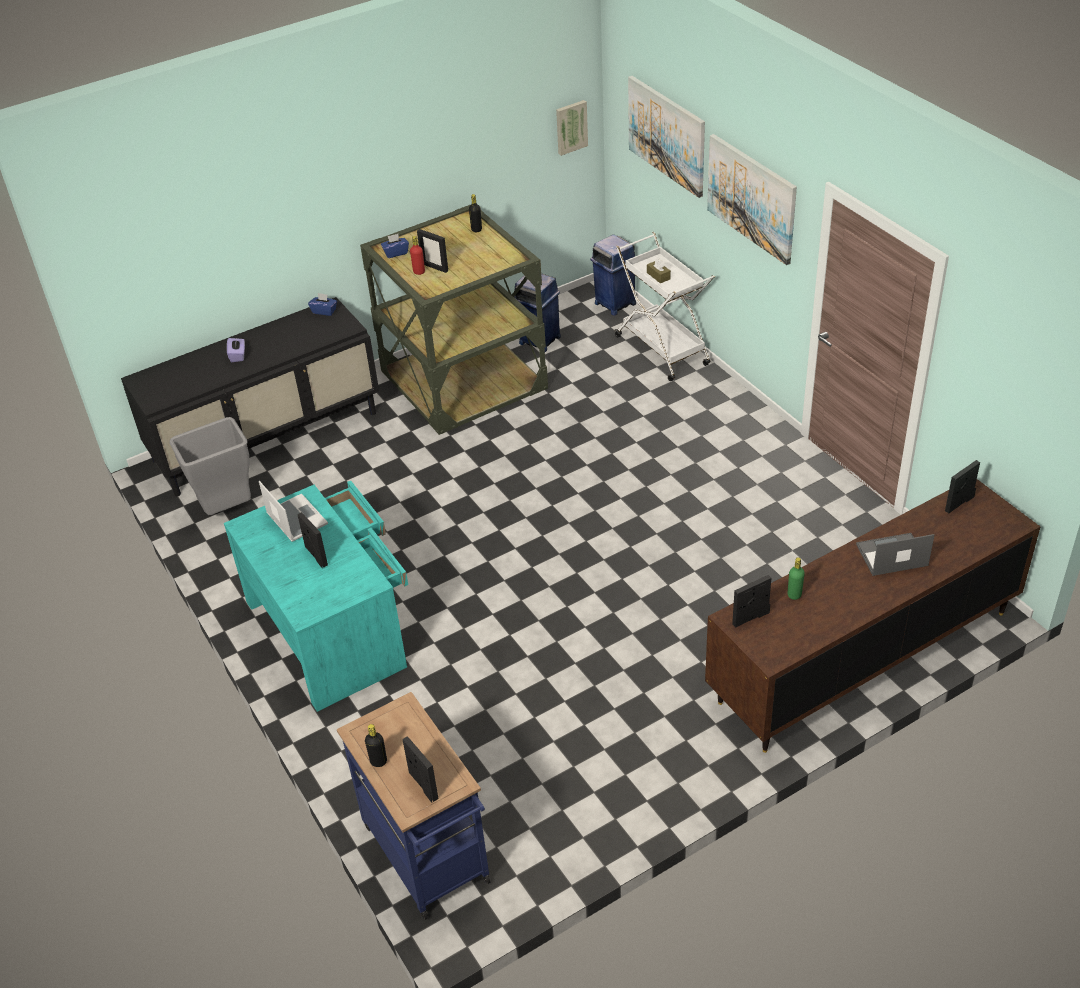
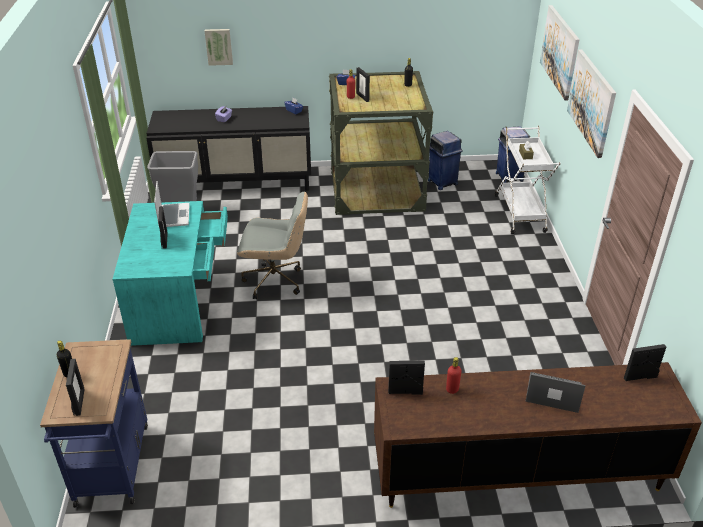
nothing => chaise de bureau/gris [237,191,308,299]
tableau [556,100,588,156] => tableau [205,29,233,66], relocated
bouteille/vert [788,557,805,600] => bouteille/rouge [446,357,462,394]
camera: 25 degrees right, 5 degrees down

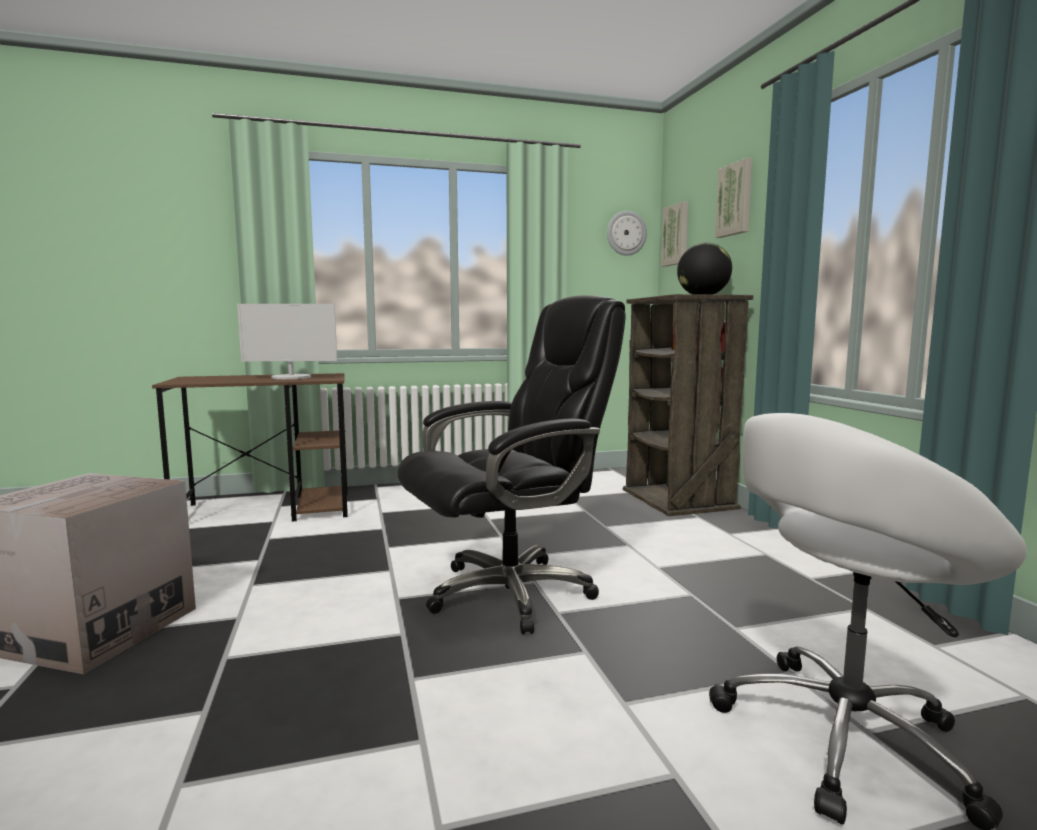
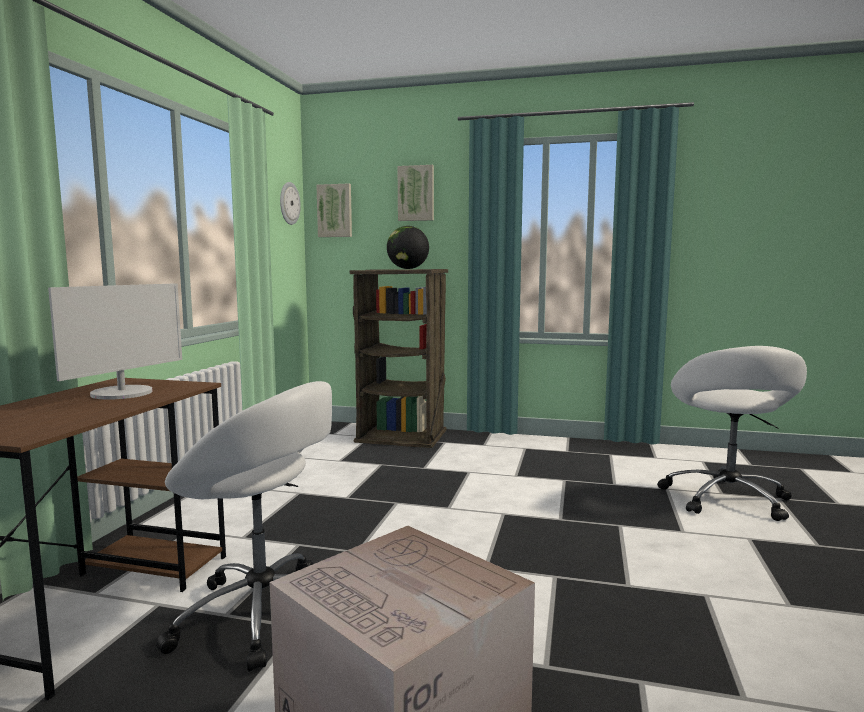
chaise de bureau/noir [397,295,626,634] => nothing
nothing => chaise de bureau/blanc [156,381,332,672]
camera: 60 degrees left, 0 degrees up

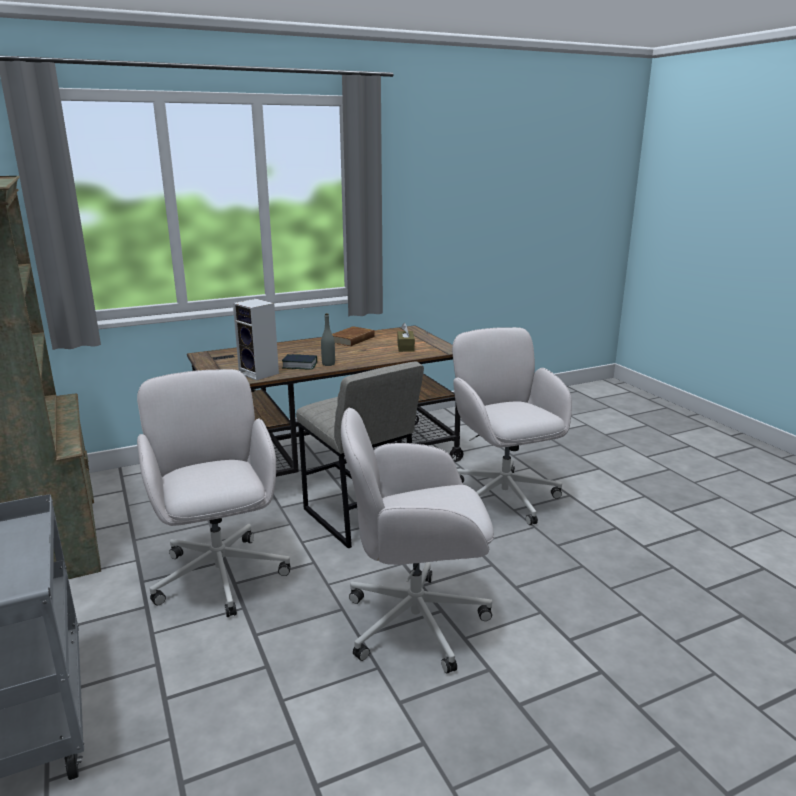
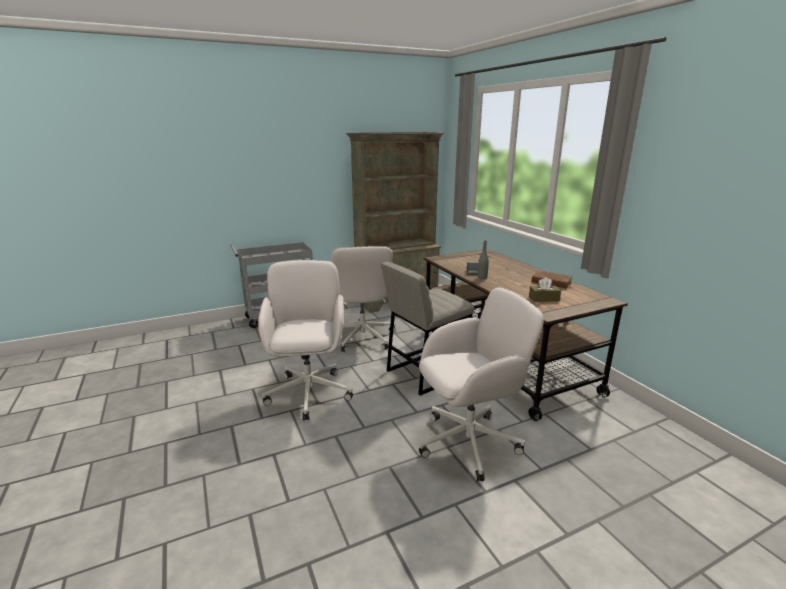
enceinte [233,299,279,380] => nothing
chaise de bureau/blanc [137,369,291,617] => chaise de bureau/blanc [331,246,396,352], 105 degrees clockwise
camera: 90 degrees right, 0 degrees up

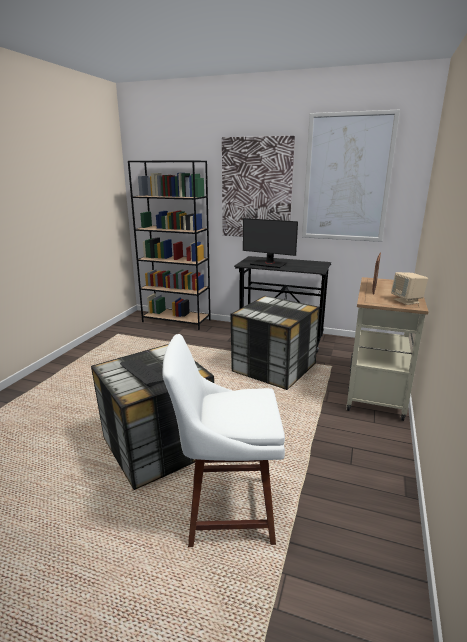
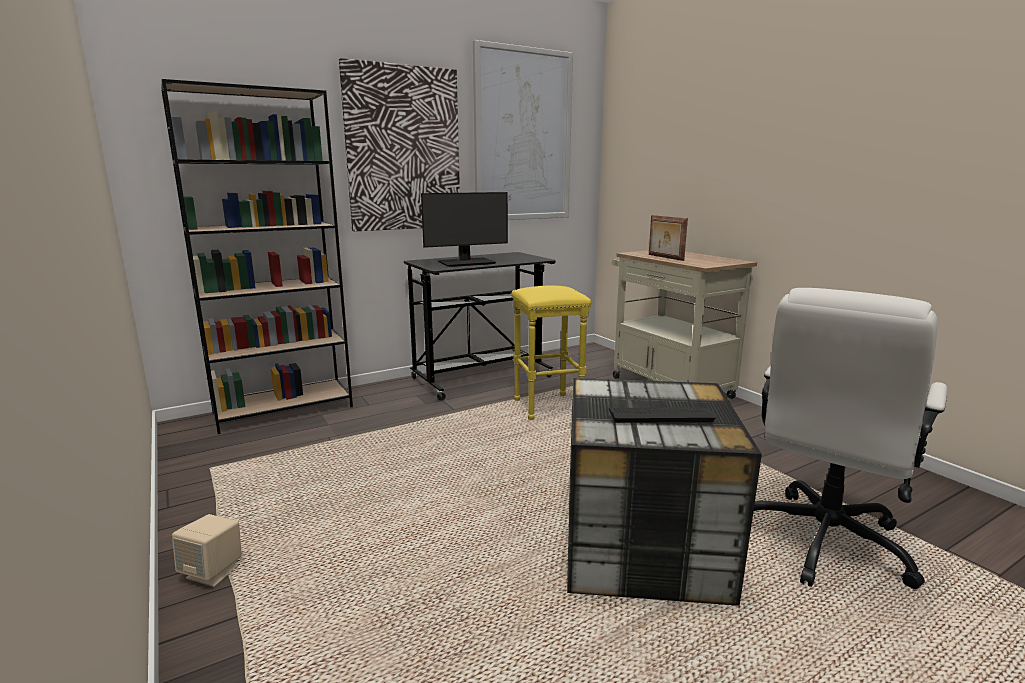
enceinte/beige [391,272,428,305] => enceinte/beige [172,514,242,587], relocated
tabouret/blanc [162,334,285,547] => chaise de bureau/blanc [754,288,947,589]
boîte de rangement [231,296,320,390] => tabouret/jaune [511,286,591,420]
camera: 50 degrees left, 5 degrees down

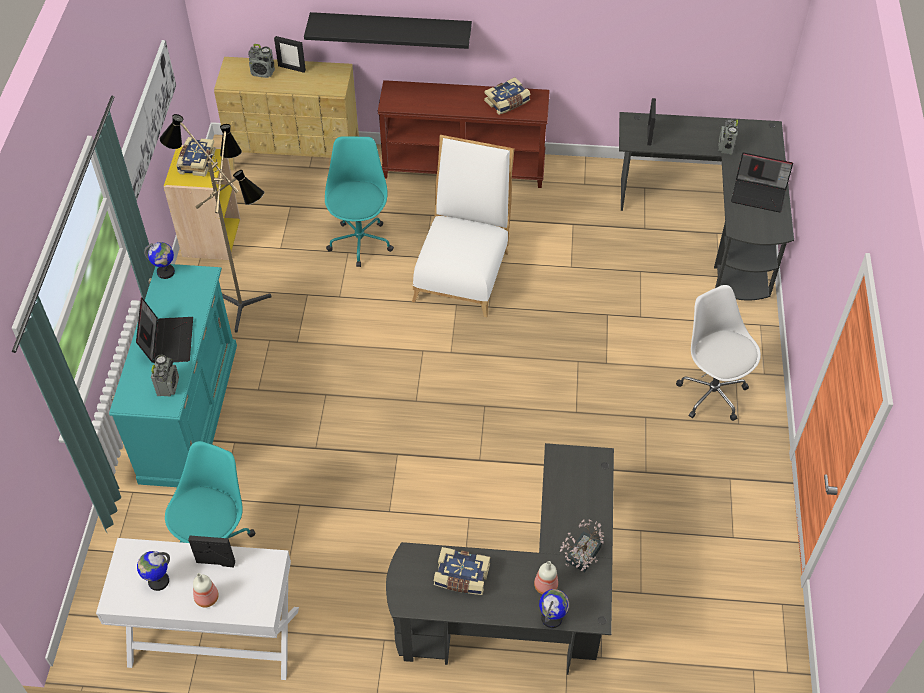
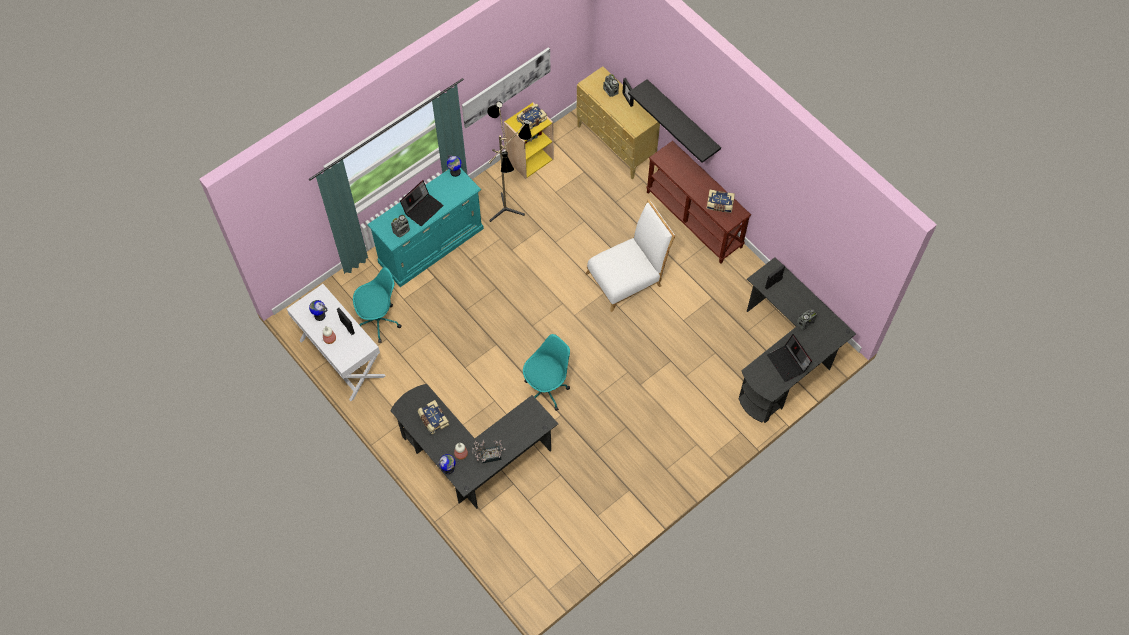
chaise de bureau/blanc [676,285,761,421] => nothing
chaise de bureau/turquoise [325,136,394,267] => chaise de bureau/turquoise [523,334,570,411], relocated
camera: 45 degrees right, 10 degrees up

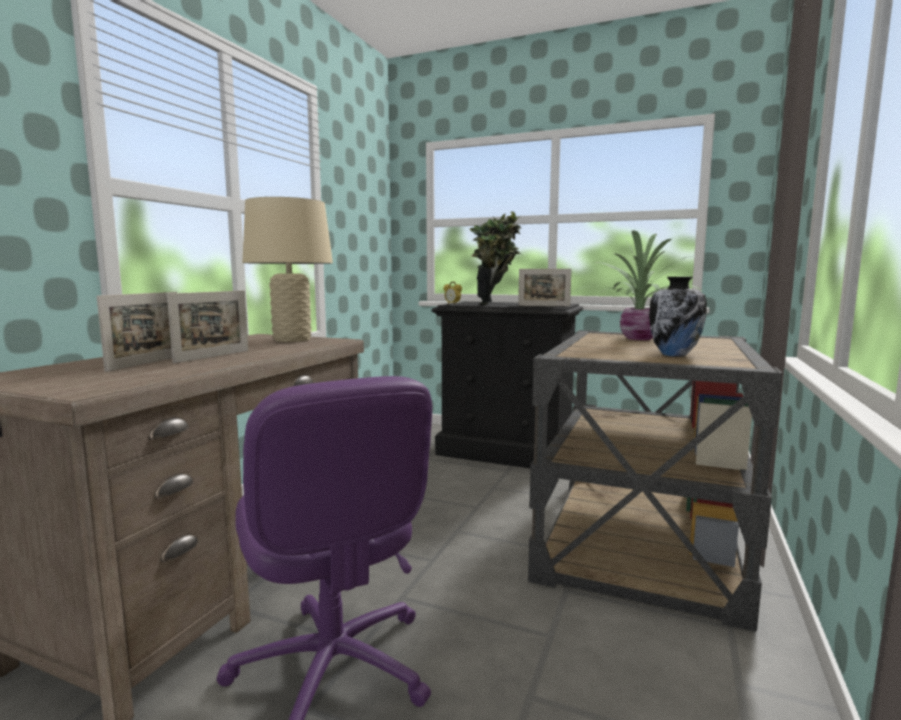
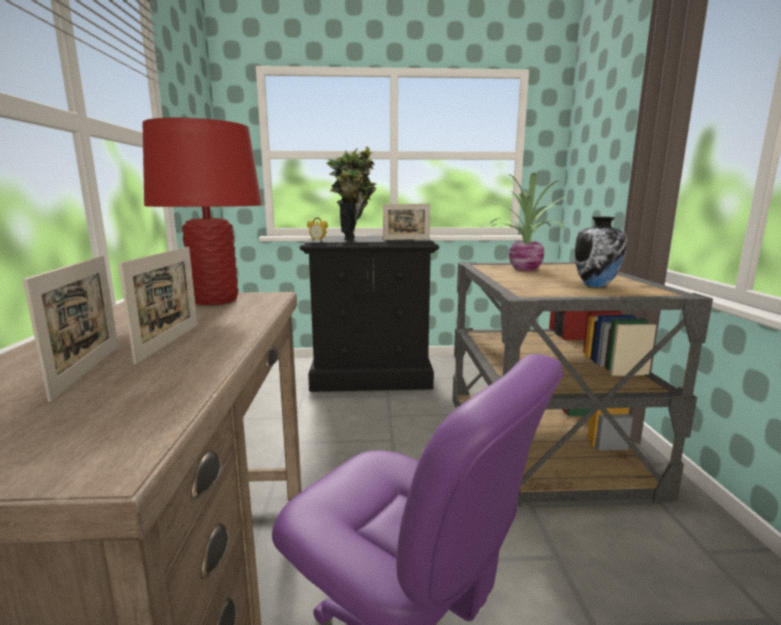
lampe de table/beige [242,197,333,342] => lampe de table/rouge [142,118,262,305]
camera: 25 degrees left, 5 degrees up

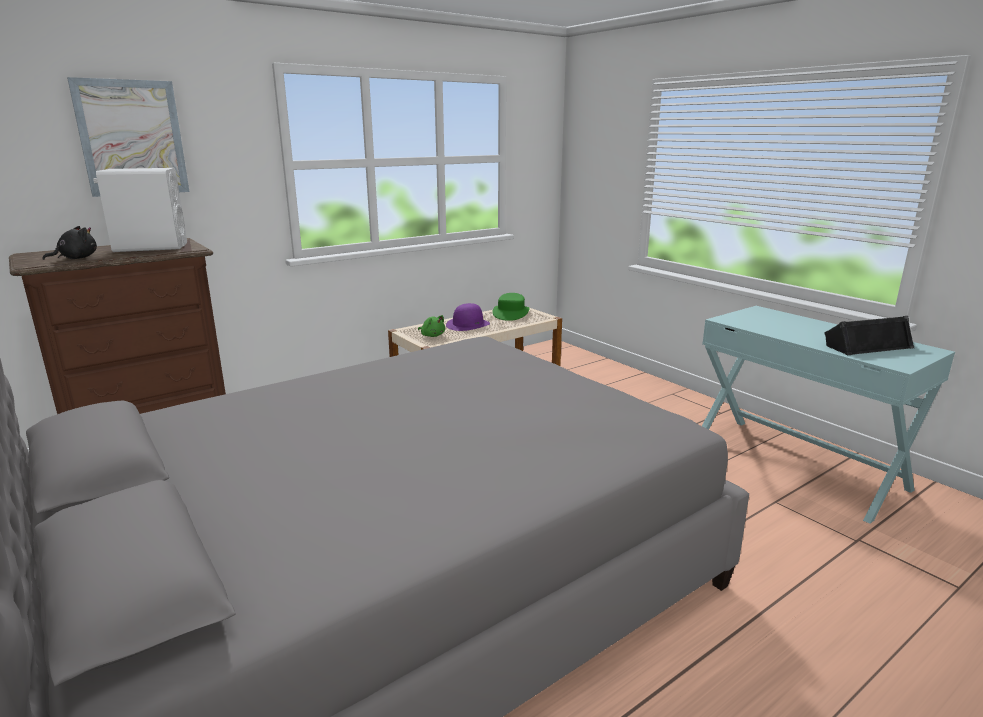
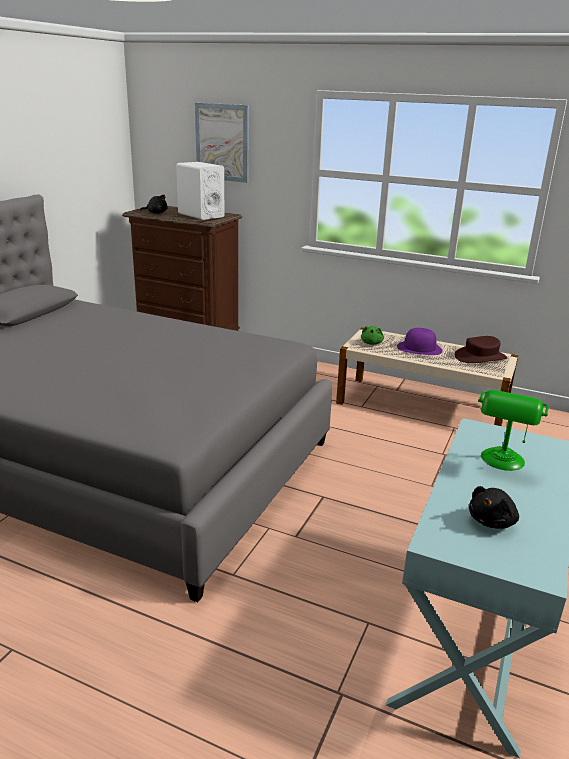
nothing => lampe de table/vert [478,390,549,471]
enceinte/noir [824,316,914,355] => peluche/noir [469,486,519,529]
chapeau/vert [492,293,530,321] => chapeau/marron [455,336,507,363]
camera: 60 degrees right, 5 degrees up

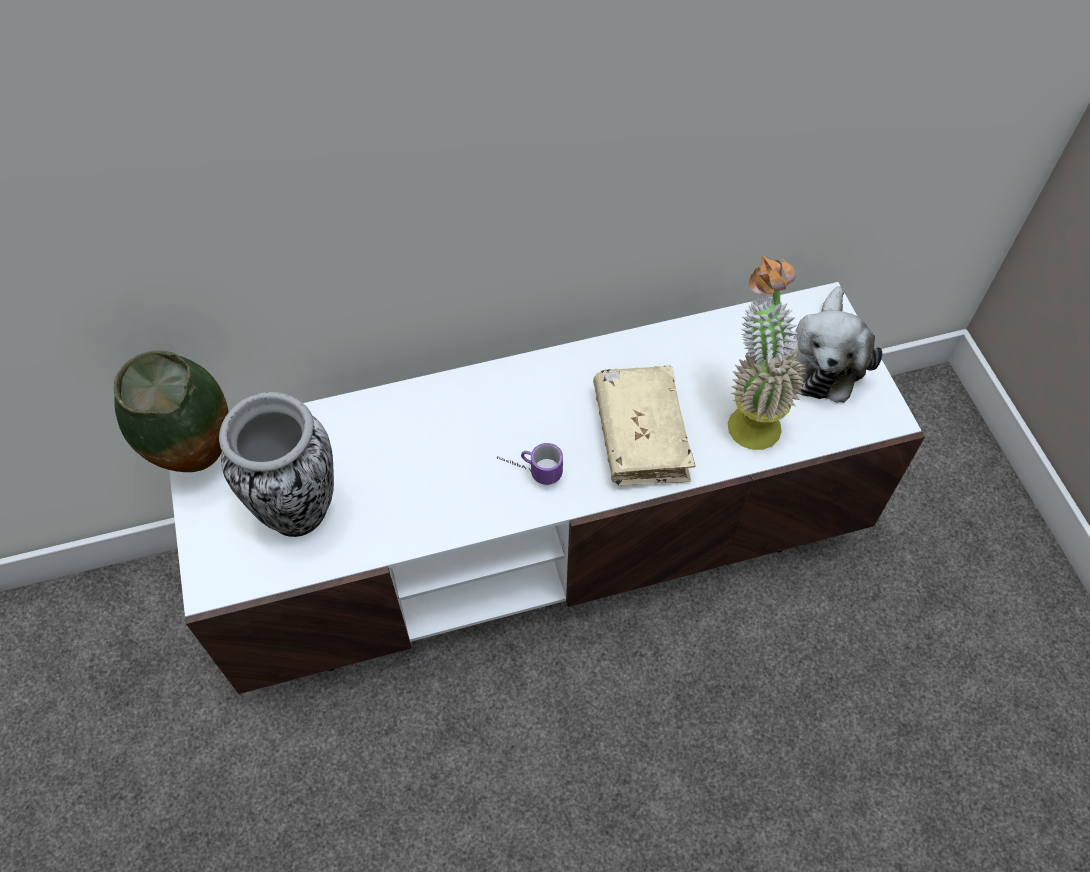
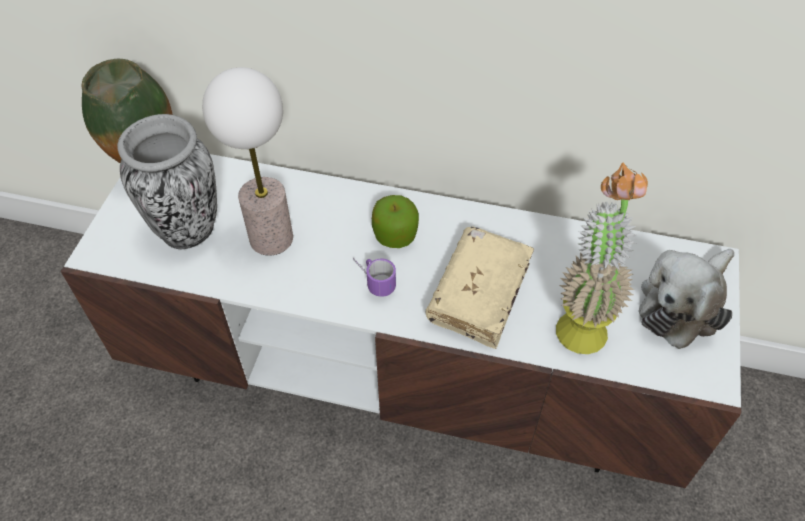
nothing => lampe de table [202,67,293,256]
nothing => pomme [372,195,419,248]
camera: 30 degrees right, 5 degrees down

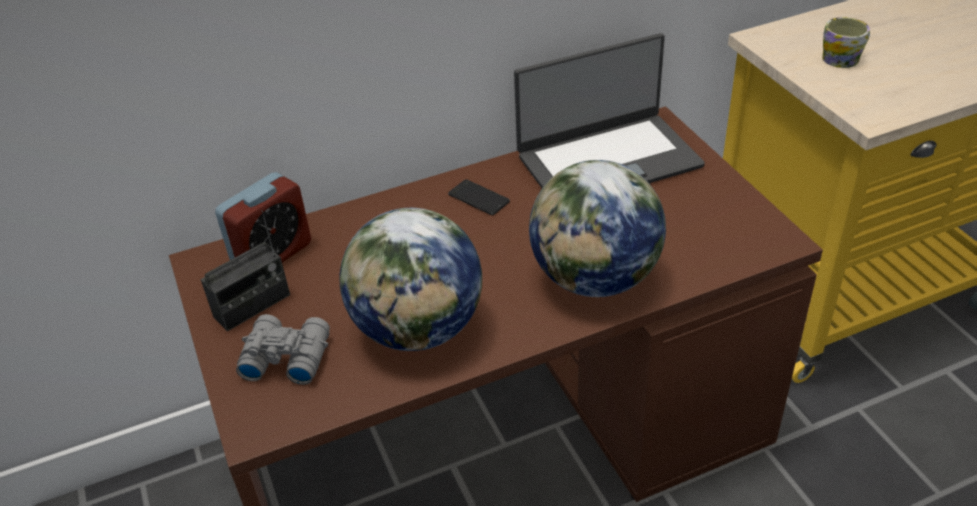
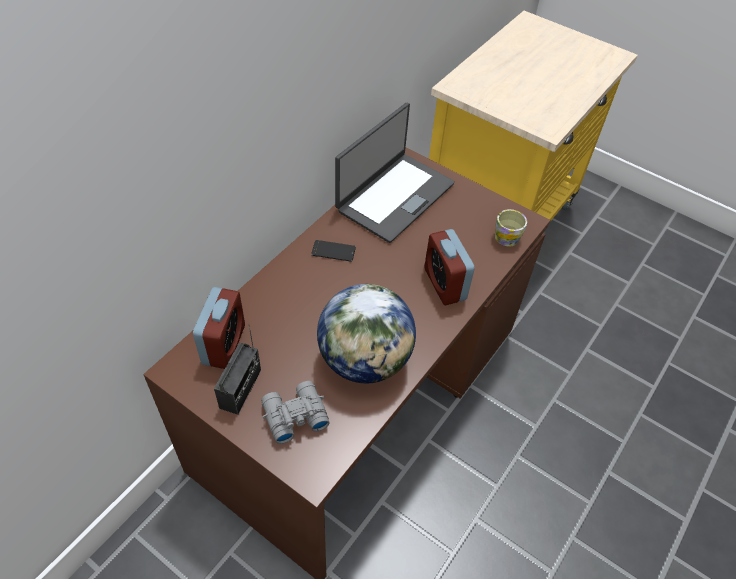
mug [822,17,870,68] => mug [495,209,527,246], relocated
globe [529,160,666,297] => réveil [425,229,475,305]
camera: 35 degrees left, 10 degrees up

